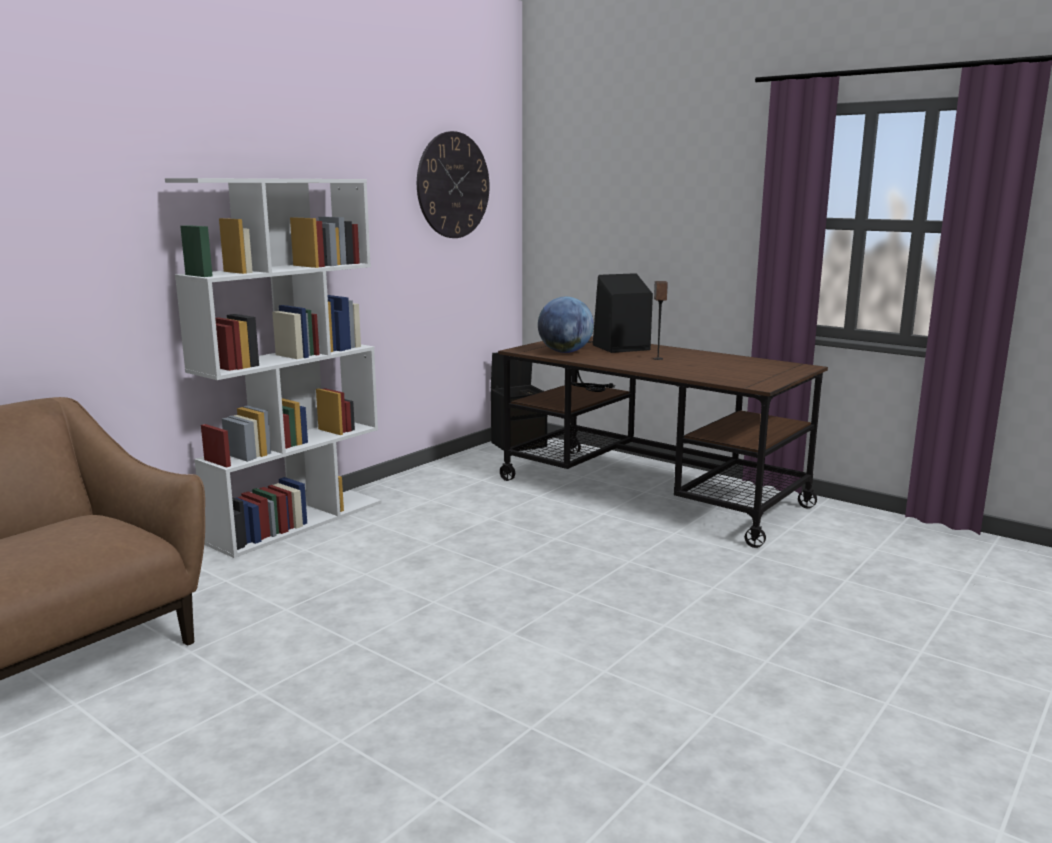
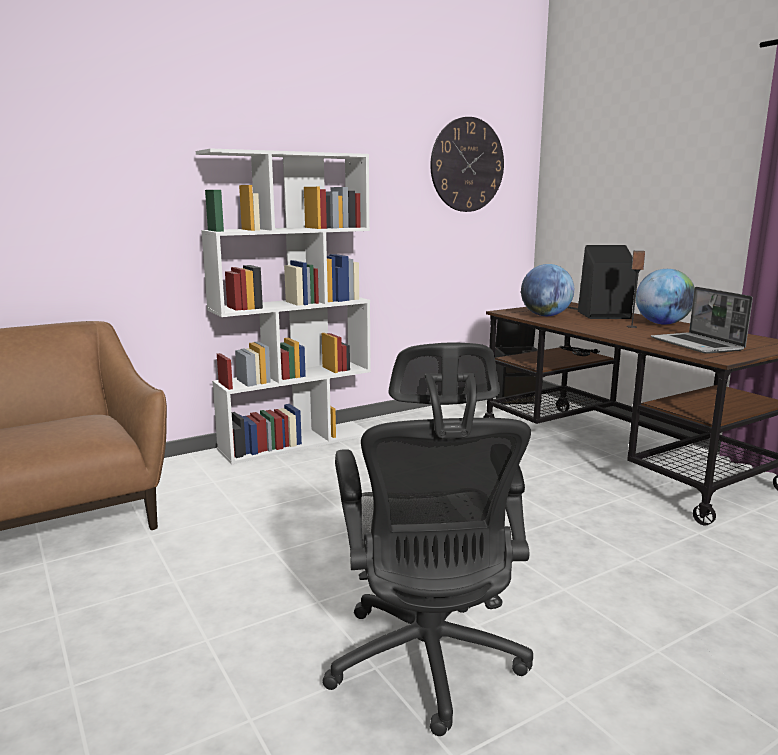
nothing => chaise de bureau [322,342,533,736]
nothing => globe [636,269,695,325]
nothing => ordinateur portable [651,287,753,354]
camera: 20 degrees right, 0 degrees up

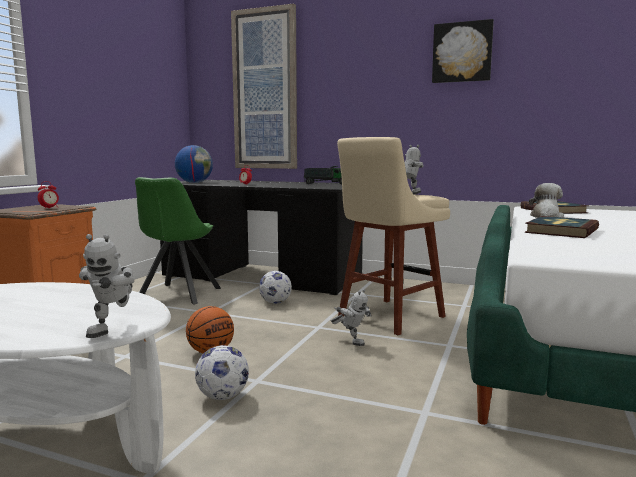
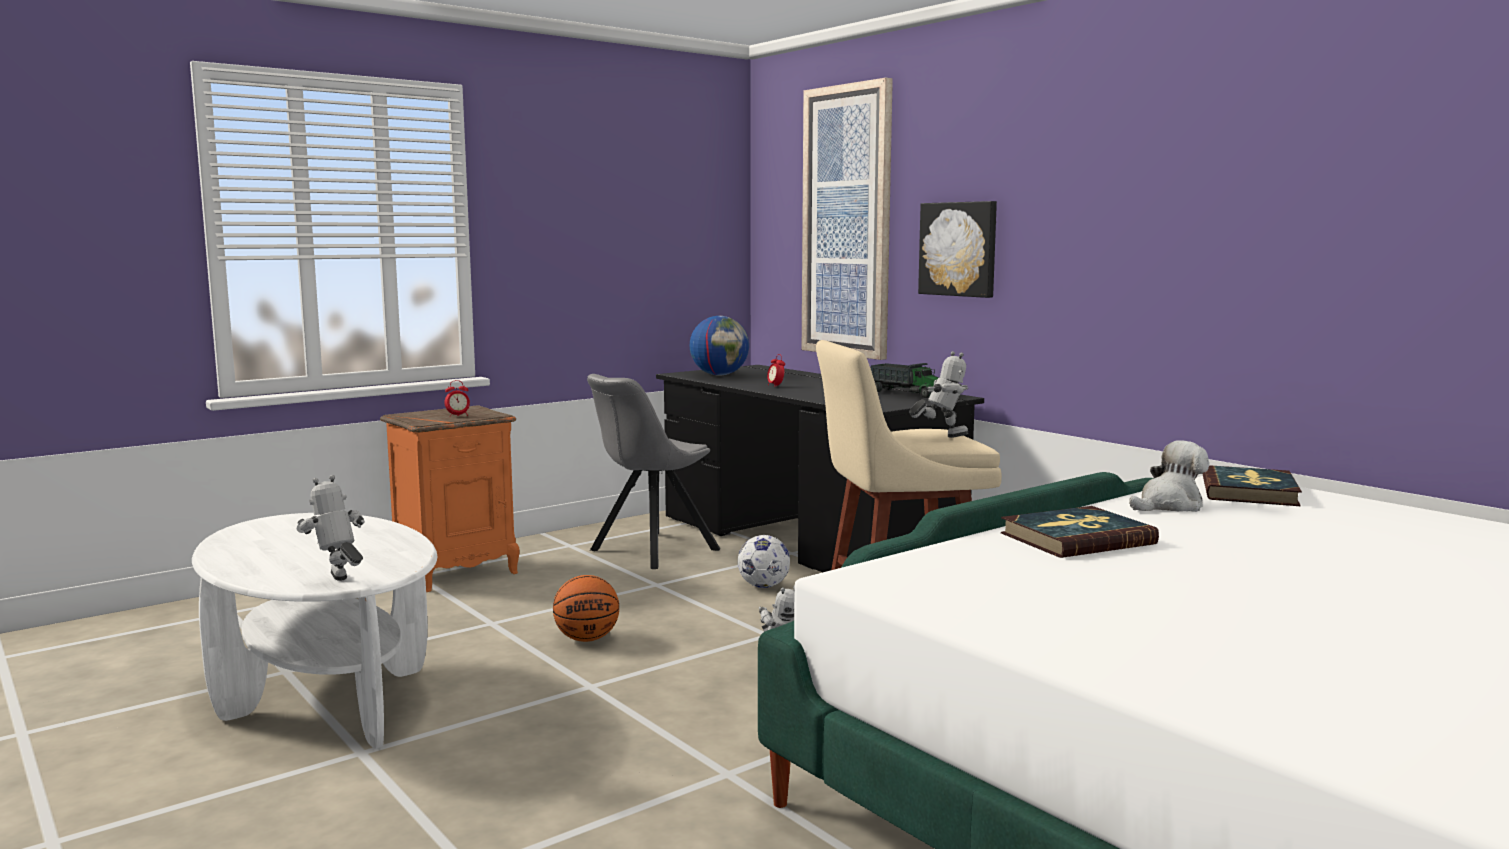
ballon de foot [195,345,249,400] => nothing
tableau [432,19,494,83] => tableau [918,201,997,298], relocated
chaise/vert [135,177,221,304] => chaise/gris [587,374,720,569]
robot jouet [79,234,134,338] => robot jouet [297,475,365,581], 105 degrees clockwise
camera: 30 degrees right, 0 degrees up

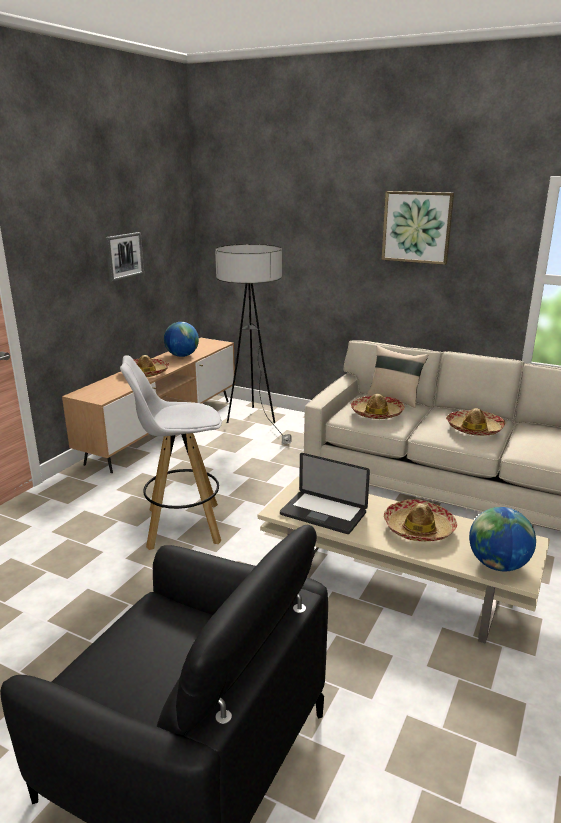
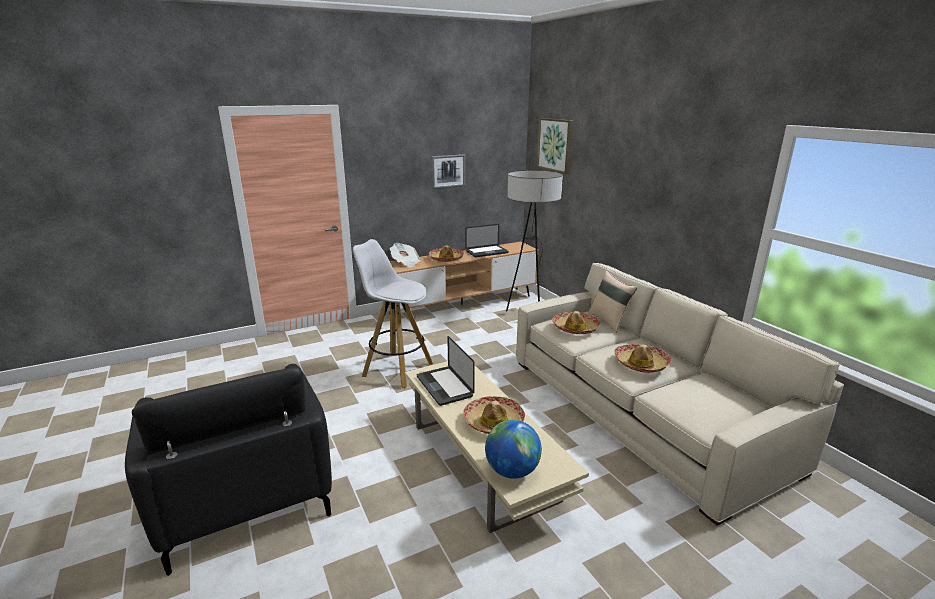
nothing => journal [390,243,420,267]
tableau [381,191,454,265] => tableau [537,118,572,174], relocated
globe [164,322,199,357] => ordinateur portable [465,224,509,257]
camera: 35 degrees right, 0 degrees up

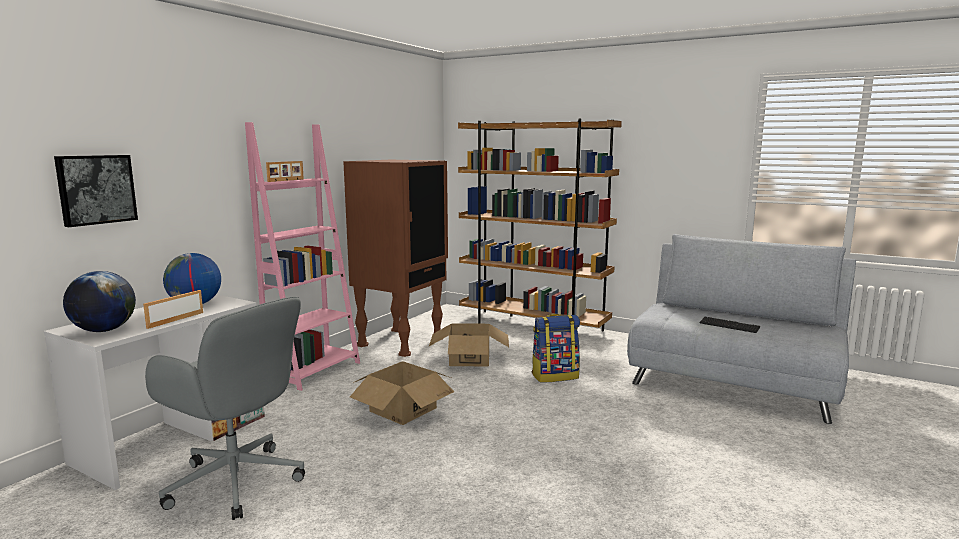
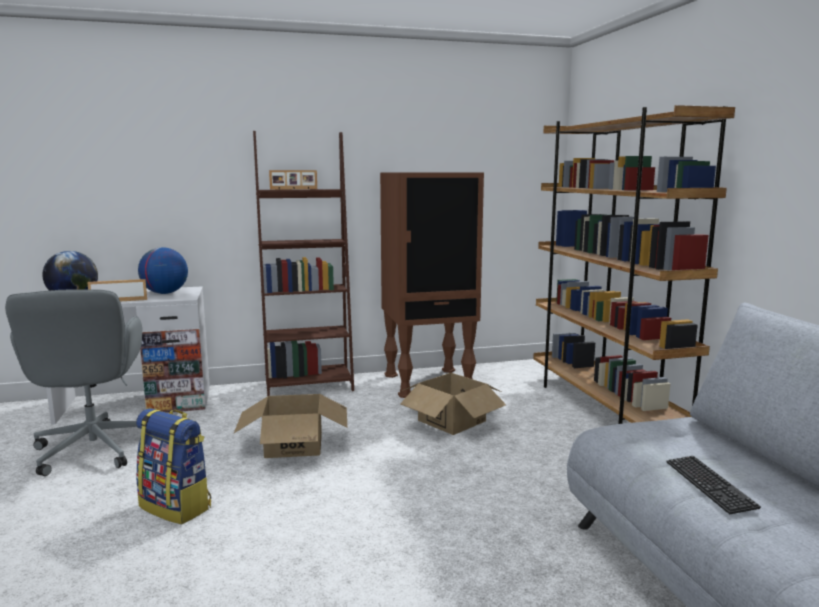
tableau [54,155,138,227] => nothing
sac à dos [532,314,580,383] => sac à dos [136,408,211,524], relocated
bibliothèque/rose [245,122,360,391] => bibliothèque/marron [253,131,354,396]
camera: 45 degrees right, 0 degrees up

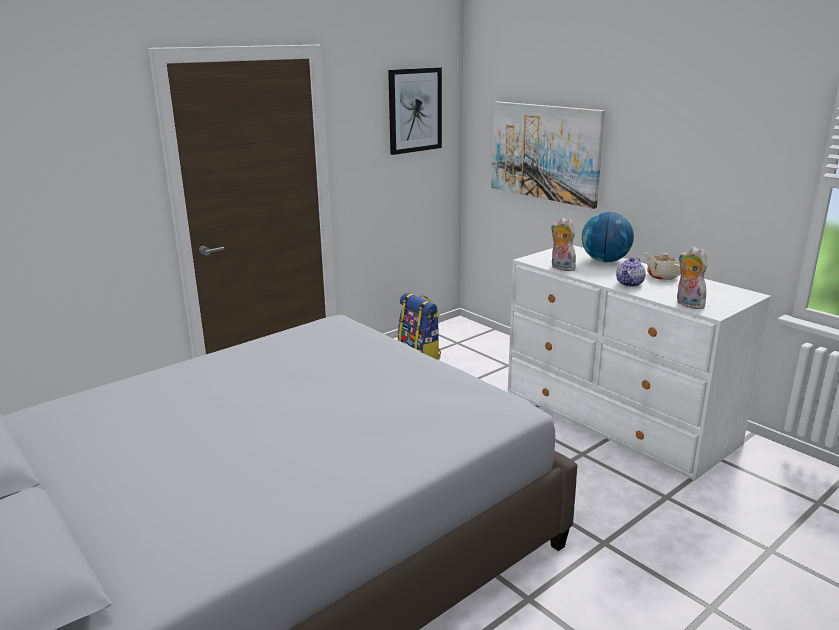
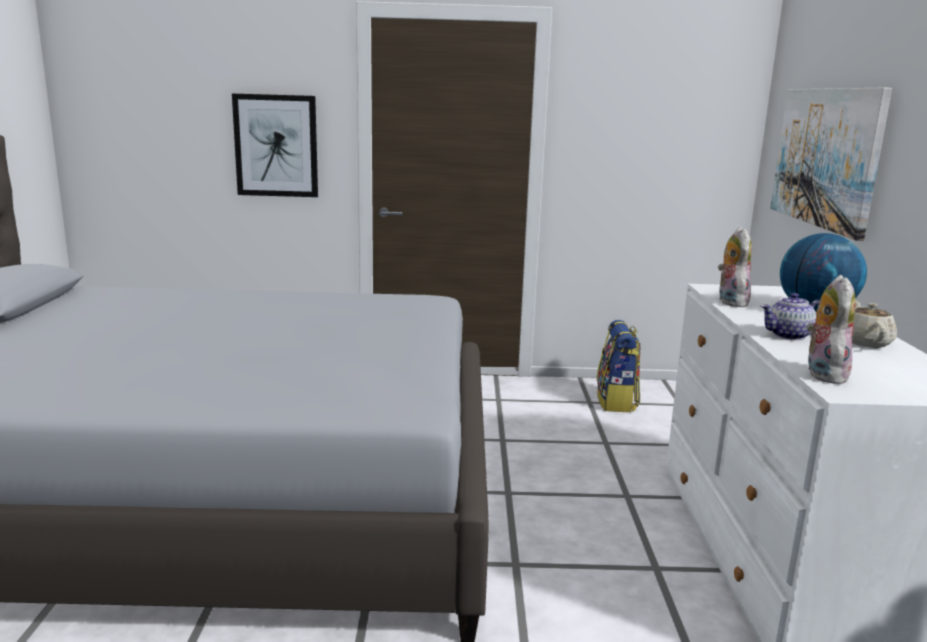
tableau [388,67,442,155] => tableau [232,94,318,197], relocated
camera: 40 degrees right, 5 degrees down

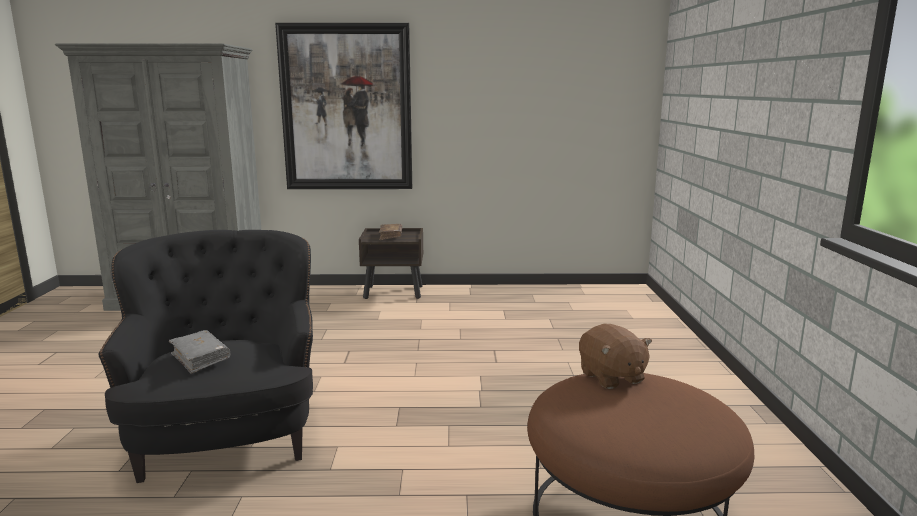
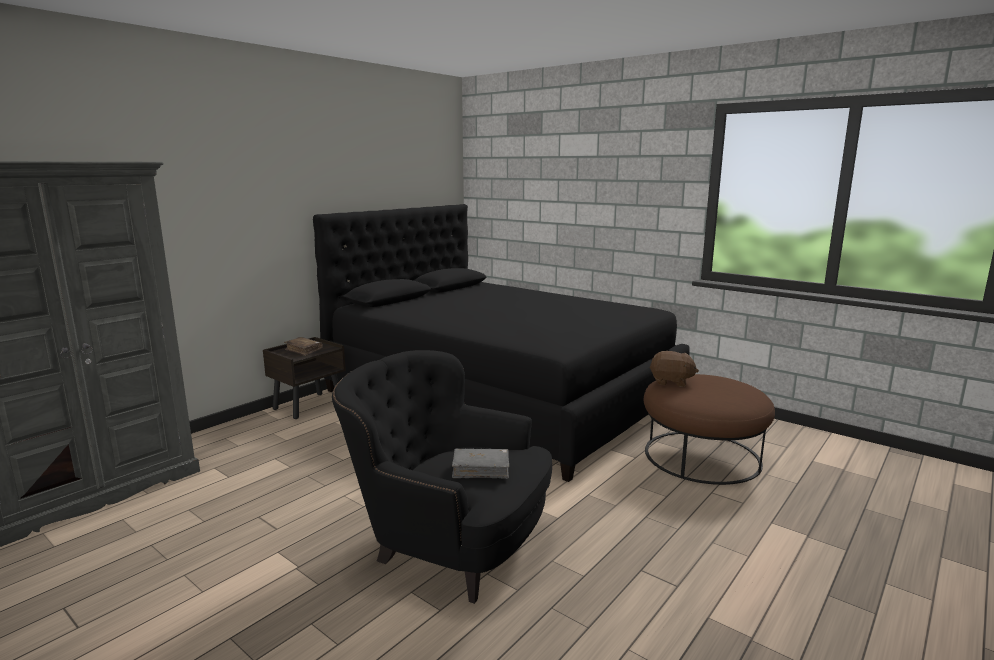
tableau [275,23,412,189] => nothing
nothing => lit/noir [313,204,690,482]
camera: 50 degrees left, 0 degrees up

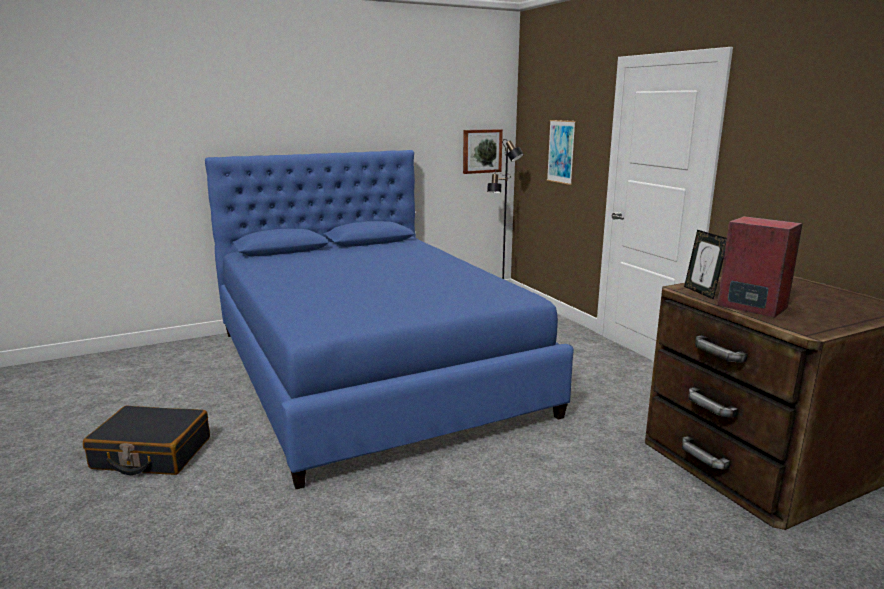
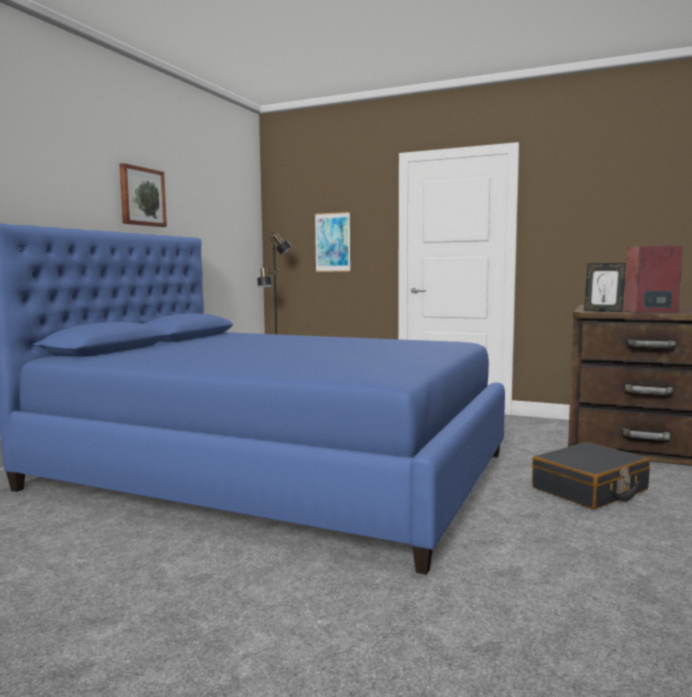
valise/noir [83,406,210,475] => valise/noir [532,442,650,509], relocated
tableau [463,129,503,174] => tableau [120,163,167,227], relocated
camera: 40 degrees left, 10 degrees down

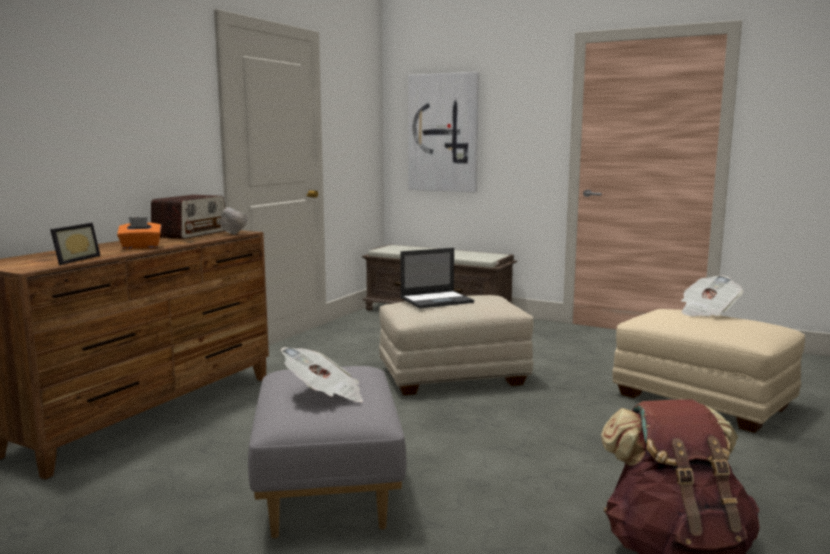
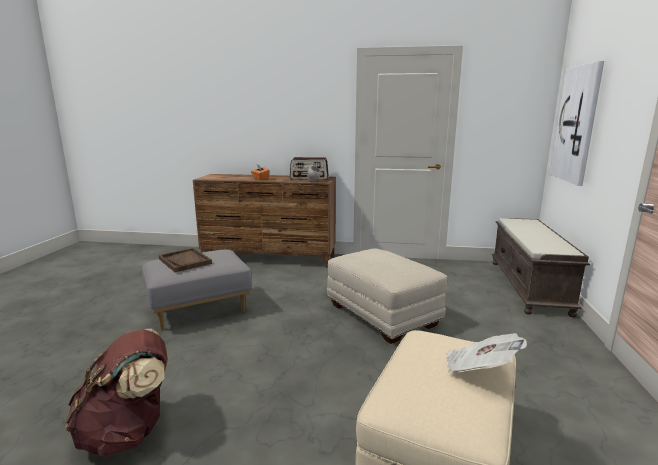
cadre photo [50,223,101,265] => nothing
ordinateur portable [400,248,474,309] => nothing
journal [281,347,363,402] => plateau/marron [158,248,212,272]
camera: 70 degrees right, 5 degrees up

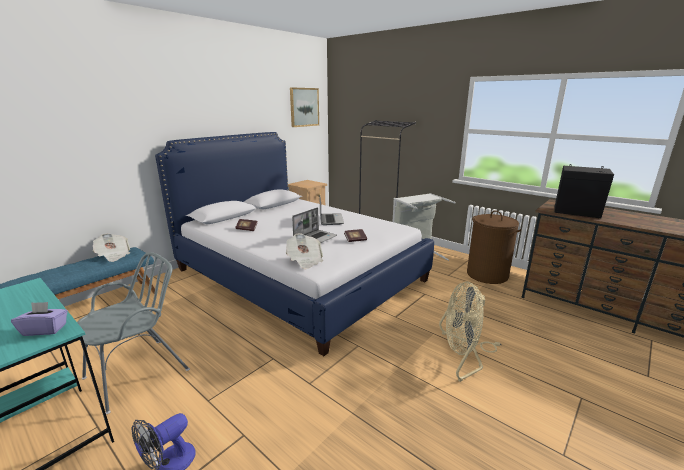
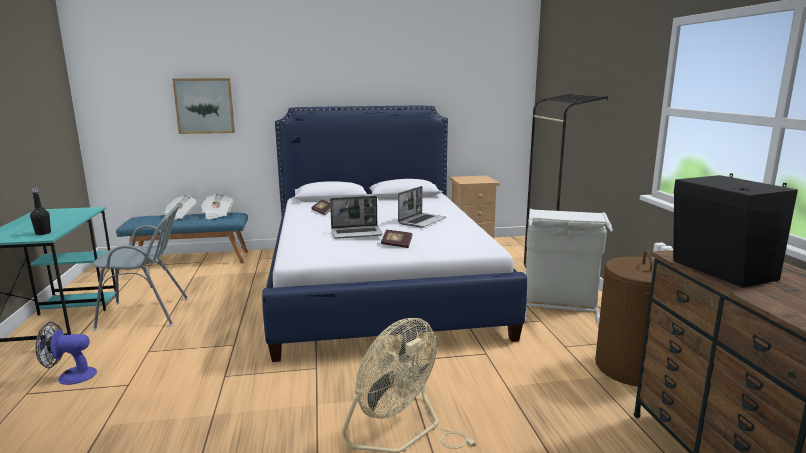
journal [286,233,323,269] => journal [164,195,196,220], relocated
tableau [290,87,319,127] => tableau [172,78,235,134], relocated
boîte à mouchoirs/violet [11,302,68,336] => bouteille/noir [30,188,51,235]
camera: 40 degrees right, 5 degrees down

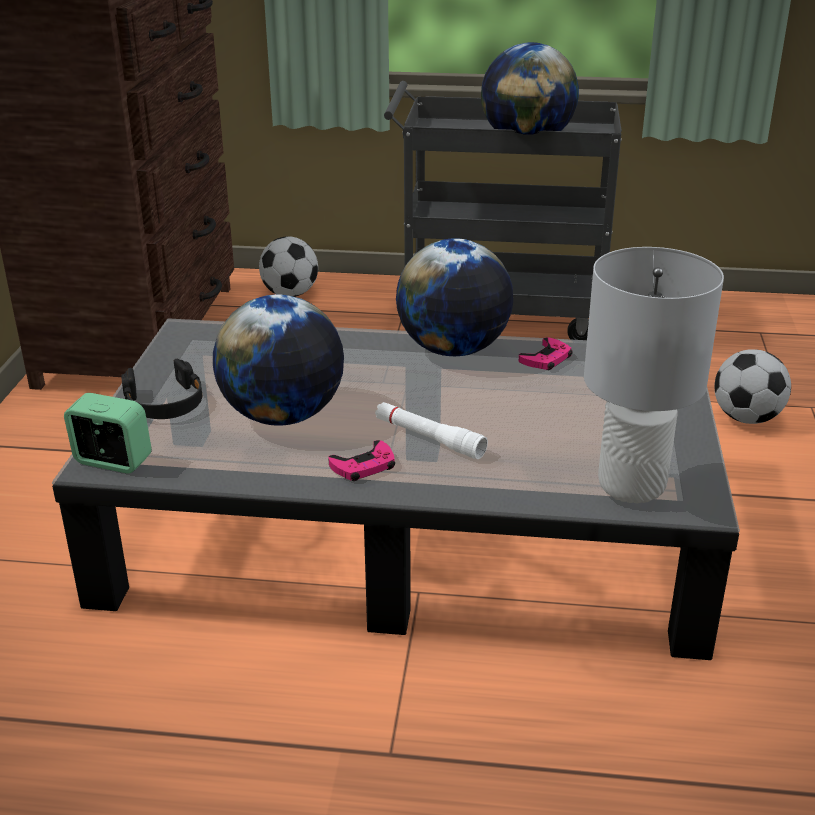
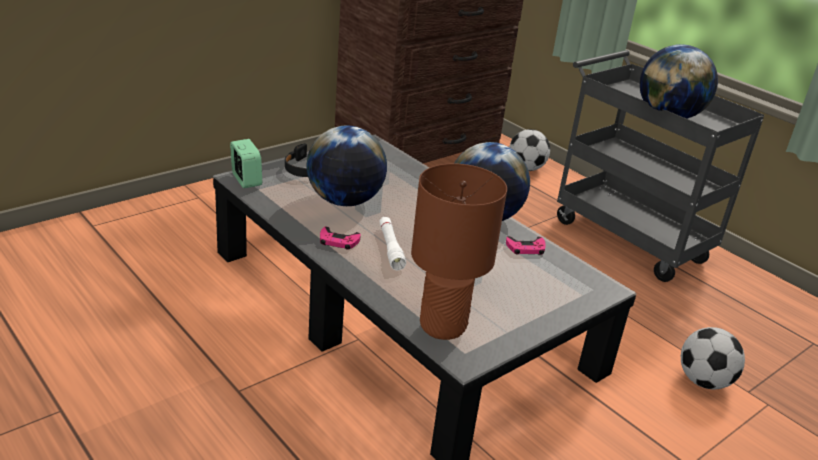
lampe de table/gris [584,247,724,503] => lampe de table/marron [411,163,507,340]
camera: 40 degrees right, 0 degrees up

